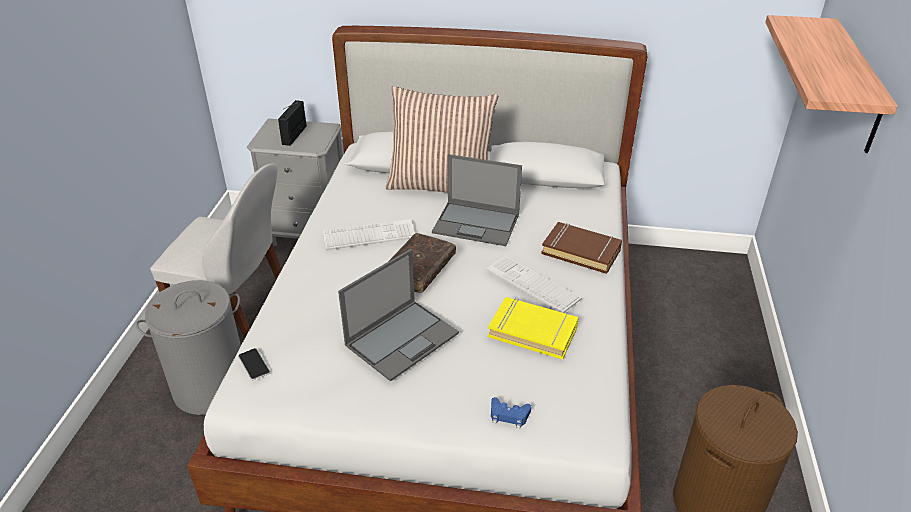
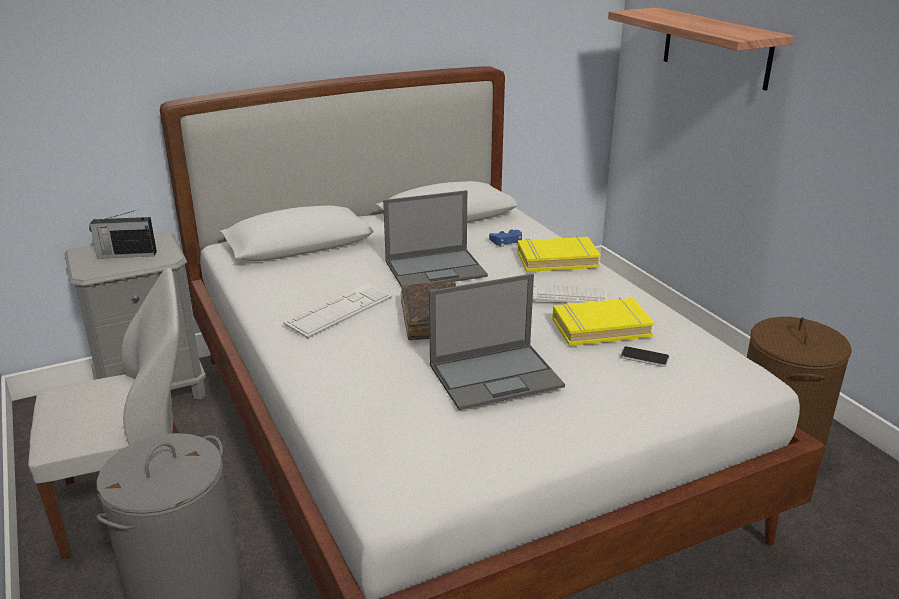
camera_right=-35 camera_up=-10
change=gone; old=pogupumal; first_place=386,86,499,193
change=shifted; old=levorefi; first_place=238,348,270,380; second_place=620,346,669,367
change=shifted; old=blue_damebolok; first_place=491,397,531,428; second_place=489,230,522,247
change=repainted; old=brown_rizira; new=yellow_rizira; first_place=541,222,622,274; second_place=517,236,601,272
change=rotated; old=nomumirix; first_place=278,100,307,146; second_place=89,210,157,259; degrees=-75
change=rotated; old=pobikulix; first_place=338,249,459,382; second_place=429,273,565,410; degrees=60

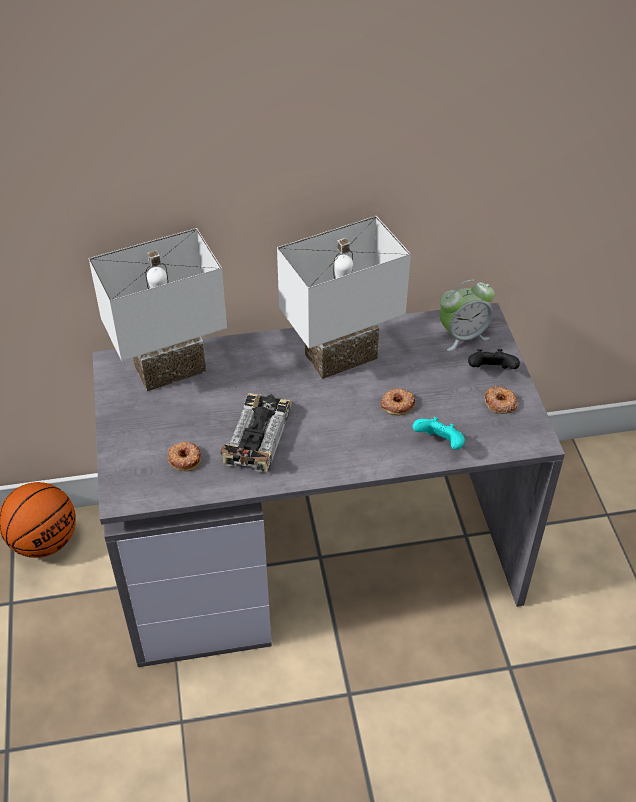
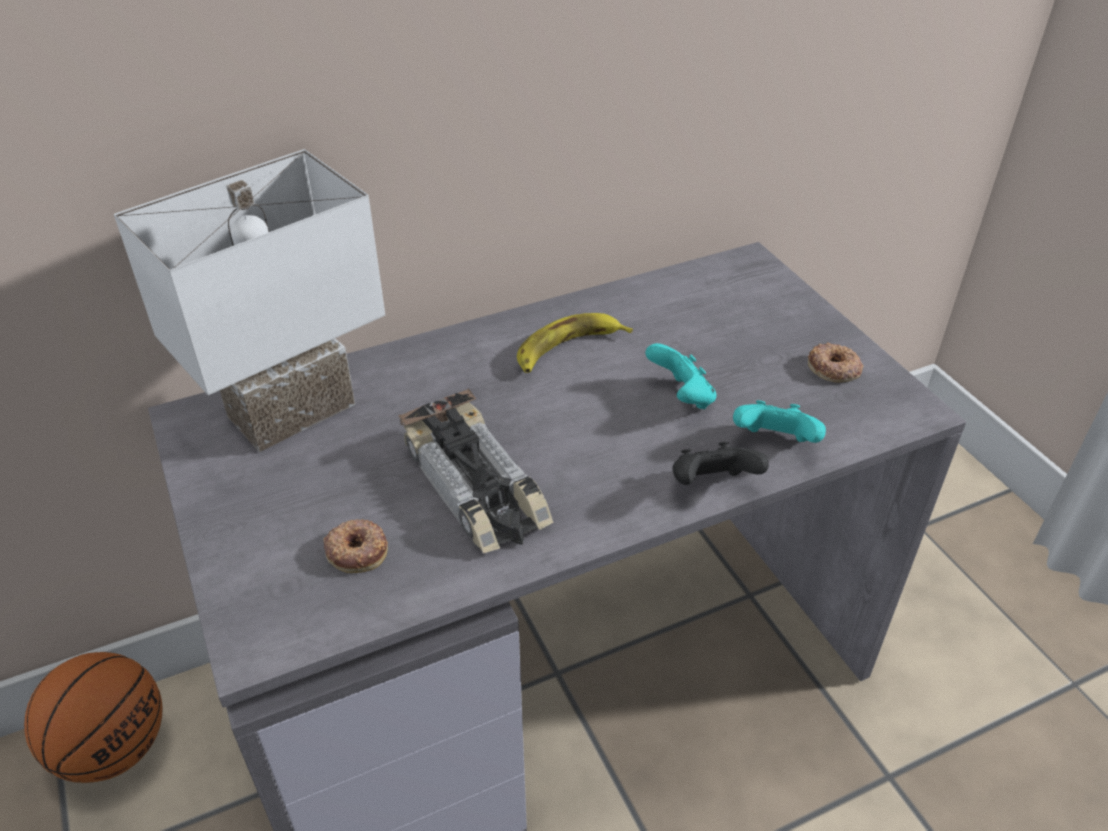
camera_right=-15 camera_up=-5
change=gone; old=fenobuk; first_place=439,279,495,351
change=shifted; old=black_damebolok; first_place=468,349,520,369; second_place=673,441,769,485
change=swapped; old=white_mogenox; new=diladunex; first_place=277,216,411,379; second_place=517,313,633,373
change=swapped; old=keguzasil; new=turquoise_damebolok; first_place=381,388,415,415; second_place=645,343,717,409
change=rotated; old=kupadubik; first_place=220,393,293,473; second_place=398,388,553,553; degrees=150

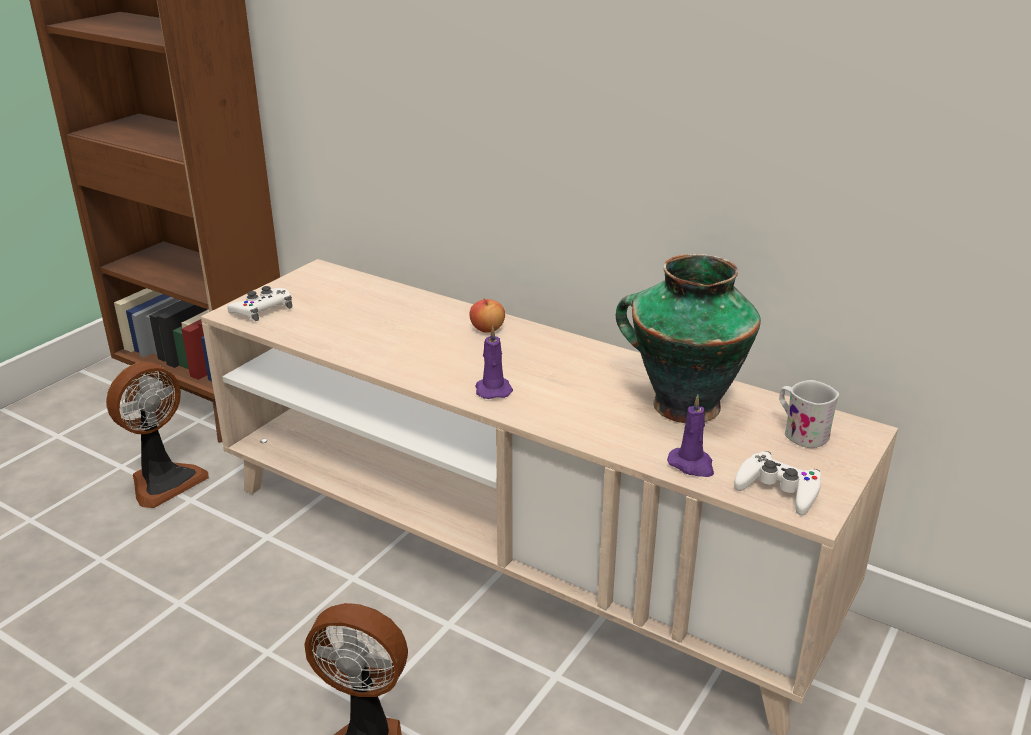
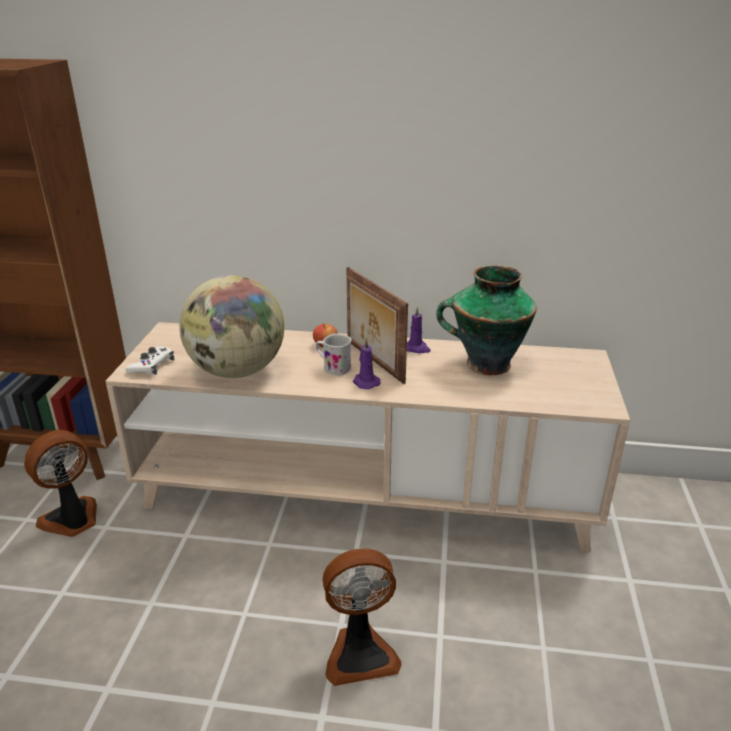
camera_right=-25 camera_up=0
change=gone; old=white_damebolok; first_place=734,451,821,516
change=new; new=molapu; second_place=179,275,284,378
change=new; new=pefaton; second_place=346,267,408,384
change=shifted; old=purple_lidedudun; first_place=667,394,714,477; second_place=407,306,431,353
change=shifted; old=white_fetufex; first_place=779,380,839,448; second_place=316,334,352,375
change=rotated; old=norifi; first_place=106,362,209,508; second_place=24,430,97,537; degrees=-150

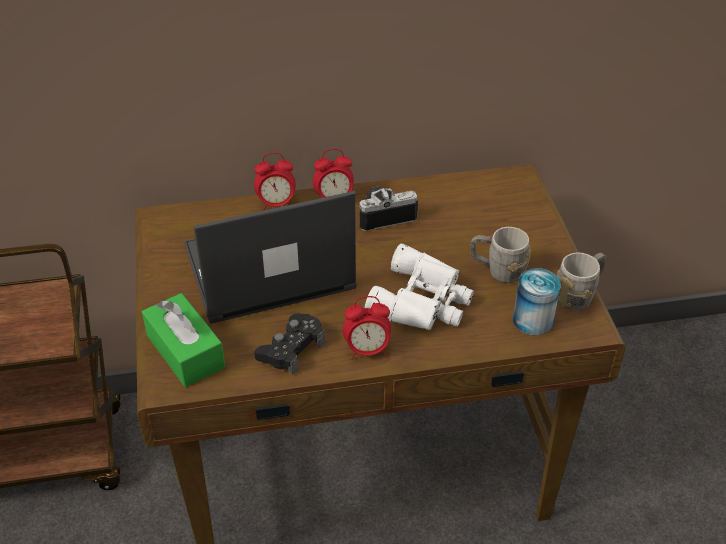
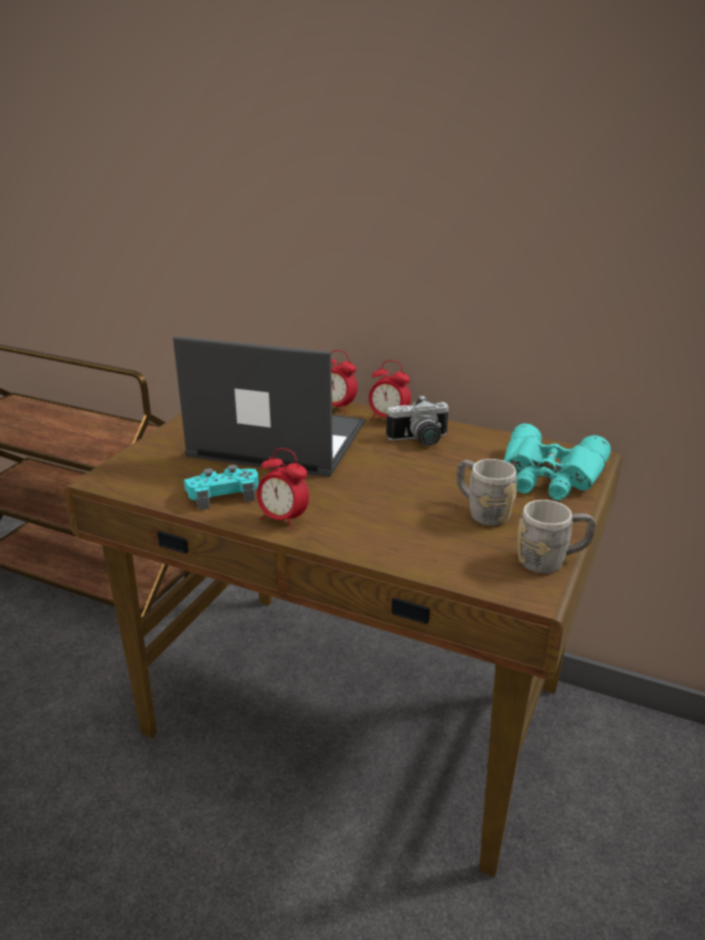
camera_right=35 camera_up=-15
change=gone; old=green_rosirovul; first_place=142,293,225,387
change=gone; old=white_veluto; first_place=365,244,474,330
change=gone; old=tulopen; first_place=513,268,561,335
change=new; new=turquoise_veluto; second_place=504,424,611,500
change=repainted; old=black_damebolok; new=turquoise_damebolok; first_place=254,313,325,375; second_place=184,465,259,510
change=rotated; old=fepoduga; first_place=359,187,418,231; second_place=386,395,449,446; degrees=150

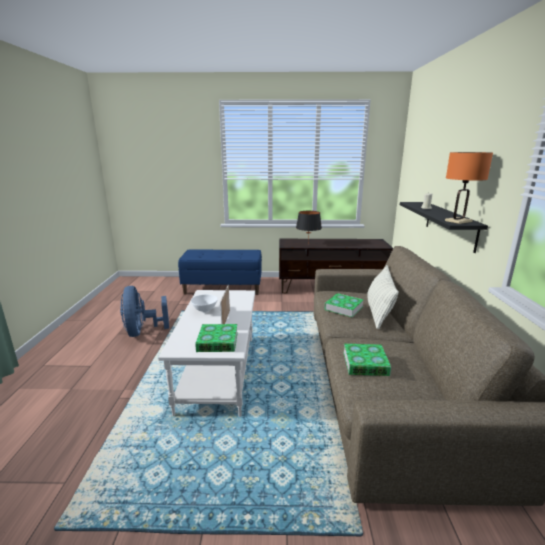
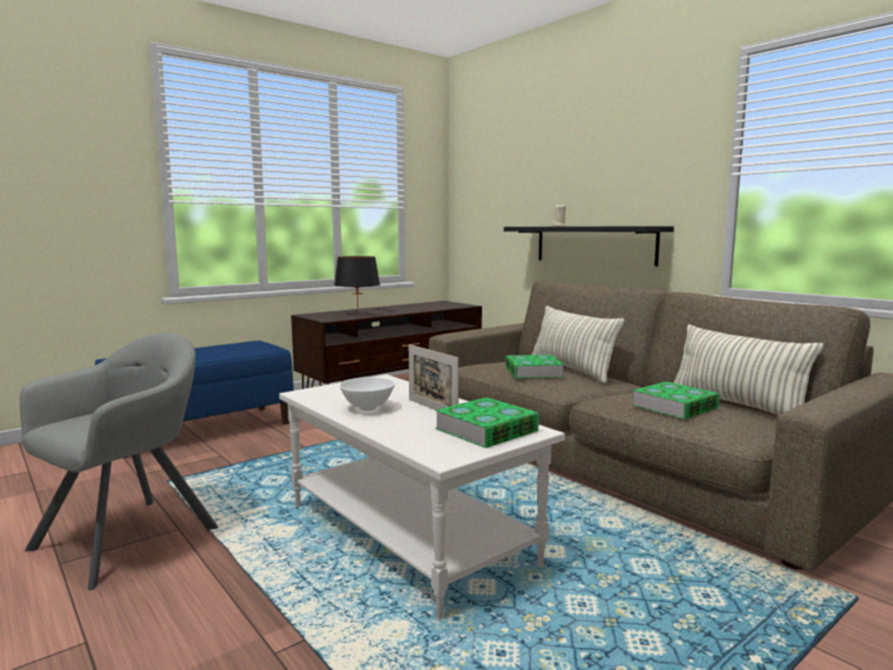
camera_right=-40 camera_up=-10
change=gone; old=orange_mogenox; first_place=445,152,493,224
change=new; new=pogupumal; second_place=674,325,823,416
change=swapped; old=blue_norifi; new=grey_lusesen; first_place=120,286,169,337; second_place=20,333,218,590

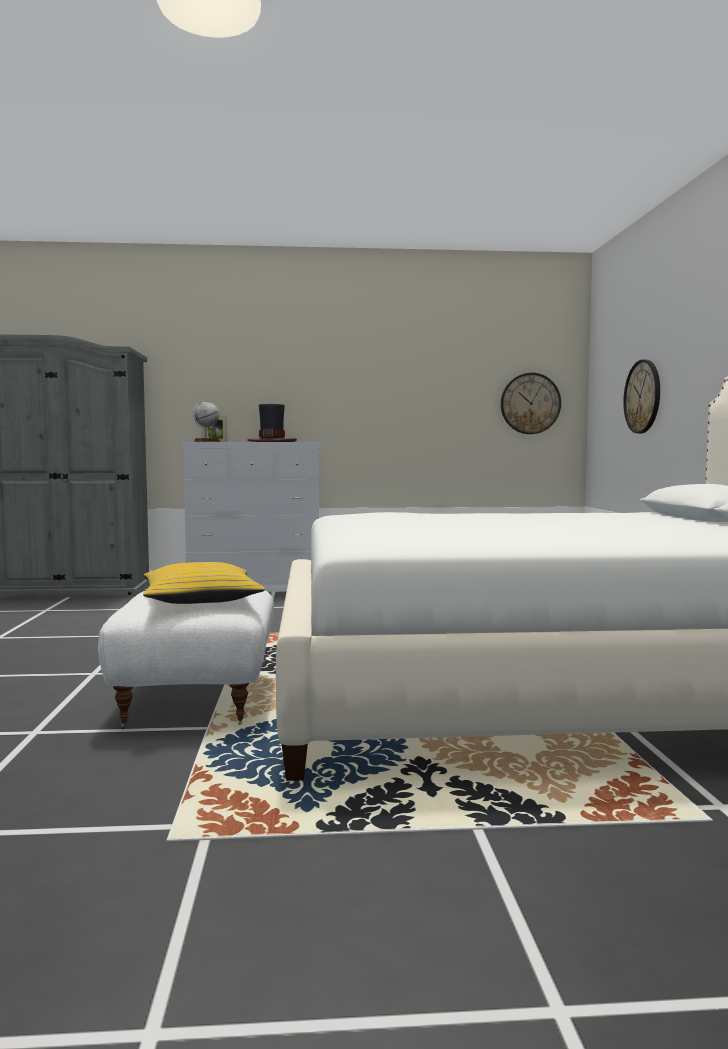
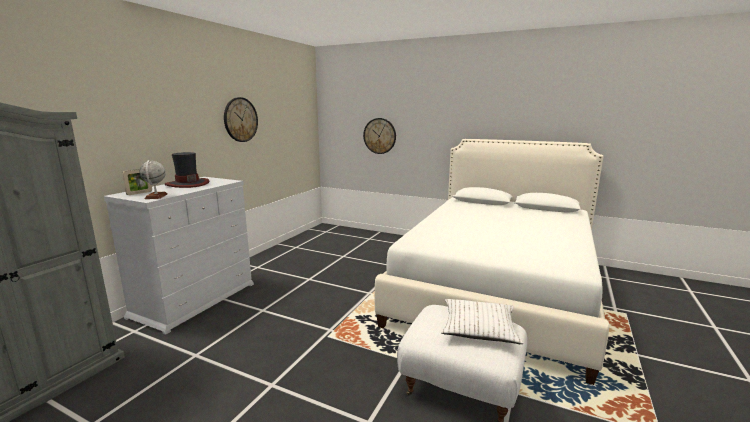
camera_right=-60 camera_up=10
change=shifted; old=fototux; first_place=501,373,561,434; second_place=224,97,258,142
change=repainted; old=yellow_pogupumal; new=white_pogupumal; first_place=143,562,265,604; second_place=441,299,523,344

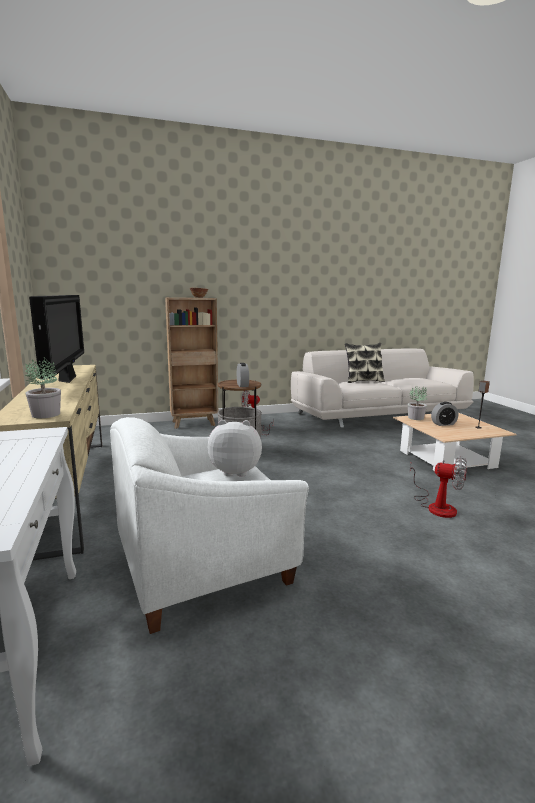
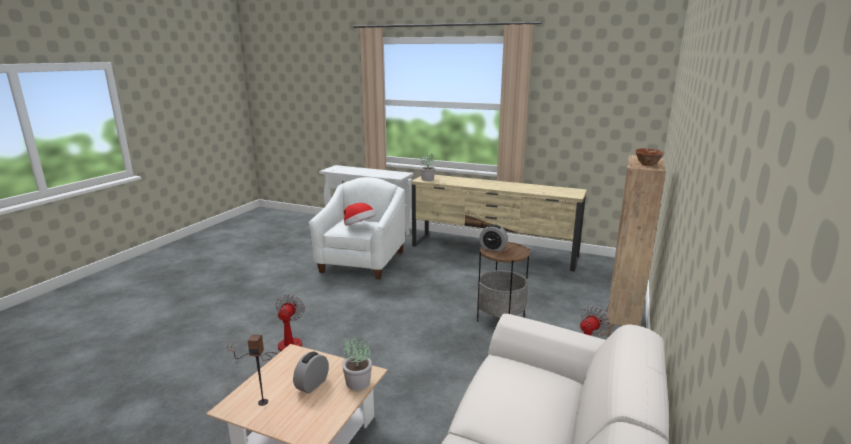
camera_right=130 camera_up=5
change=gone; old=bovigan; first_place=29,295,84,383
change=gone; old=pogupumal; first_place=345,343,385,383
change=swapped; old=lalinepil; new=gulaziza; first_place=208,420,262,477; second_place=344,203,376,226
change=rotated; old=norifi; first_place=409,456,467,518; second_place=227,294,305,361; degrees=120

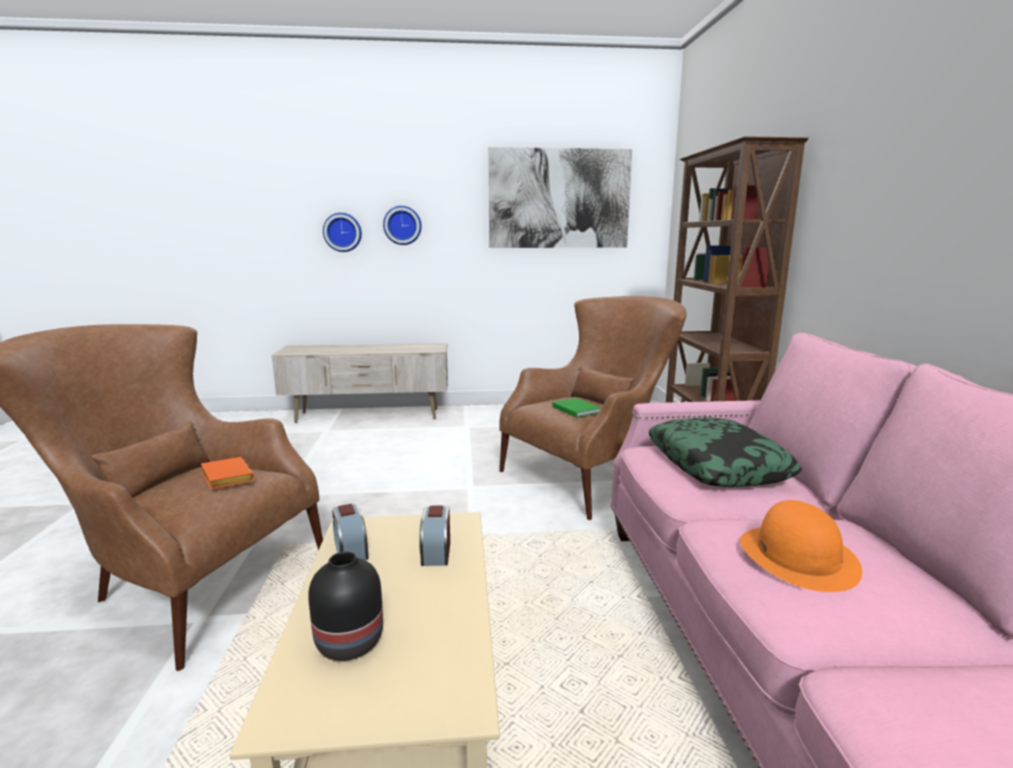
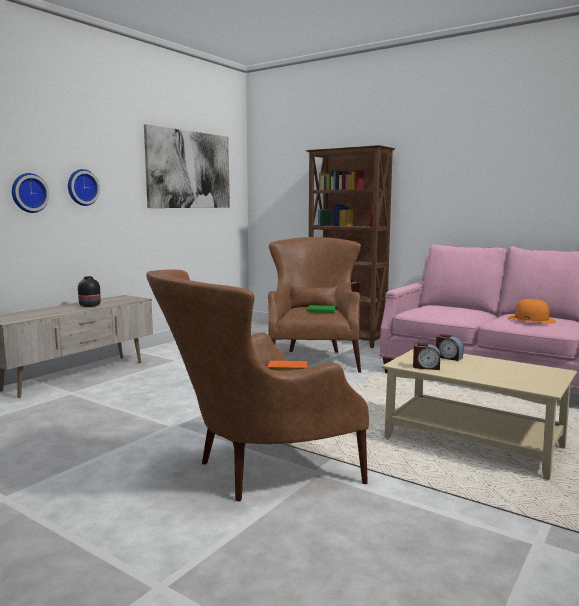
camera_right=-50 camera_up=-5
change=gone; old=pogupumal; first_place=648,417,802,487
change=shifted; old=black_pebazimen; first_place=308,552,383,661; second_place=78,276,101,307

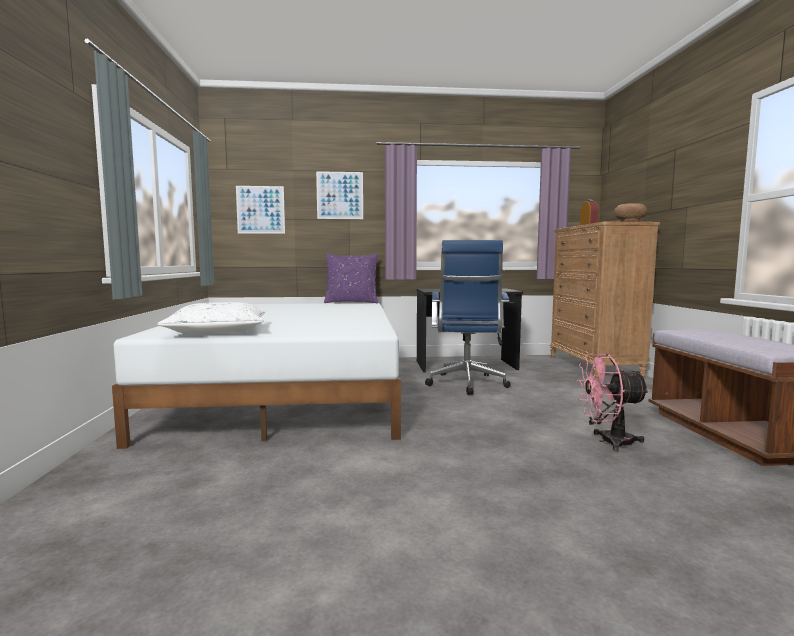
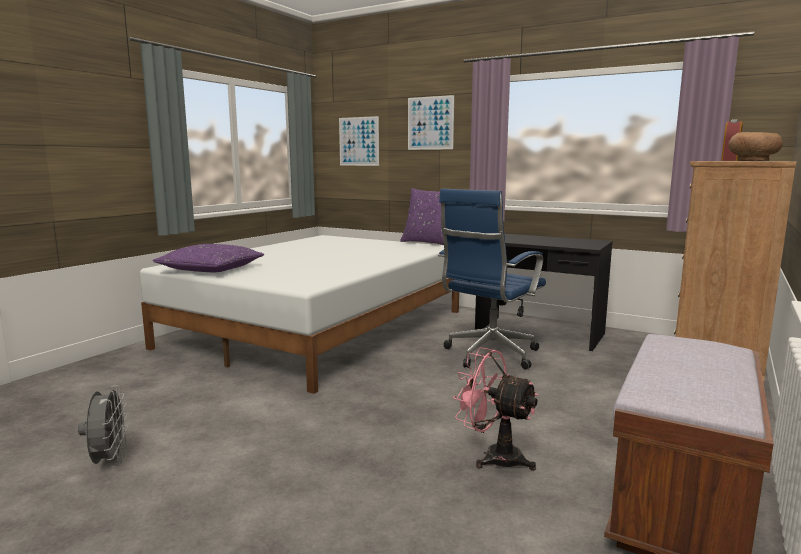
camera_right=35 camera_up=5
change=new; new=grey_norifi; second_place=78,385,128,467
change=repainted; old=white_pogupumal; new=purple_pogupumal; first_place=157,302,265,334; second_place=153,244,264,272

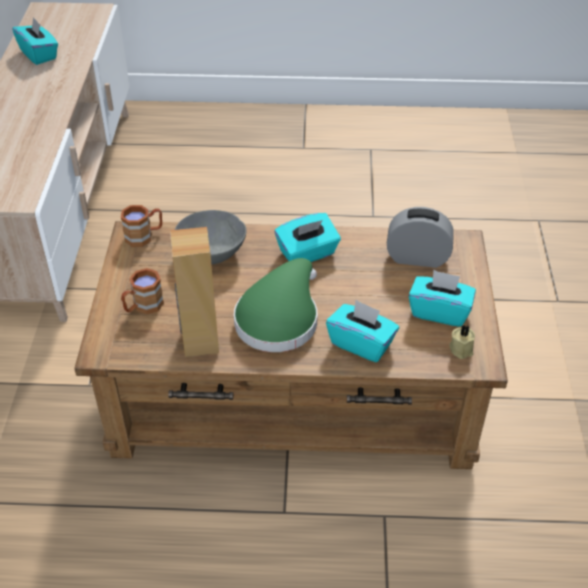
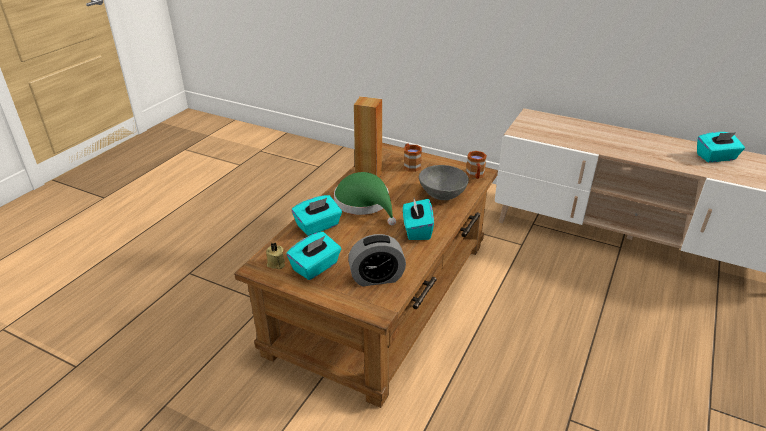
camera_right=115 camera_up=-10
change=rotated; old=fenobuk; first_place=387,207,454,268; second_place=348,234,406,286; degrees=45

